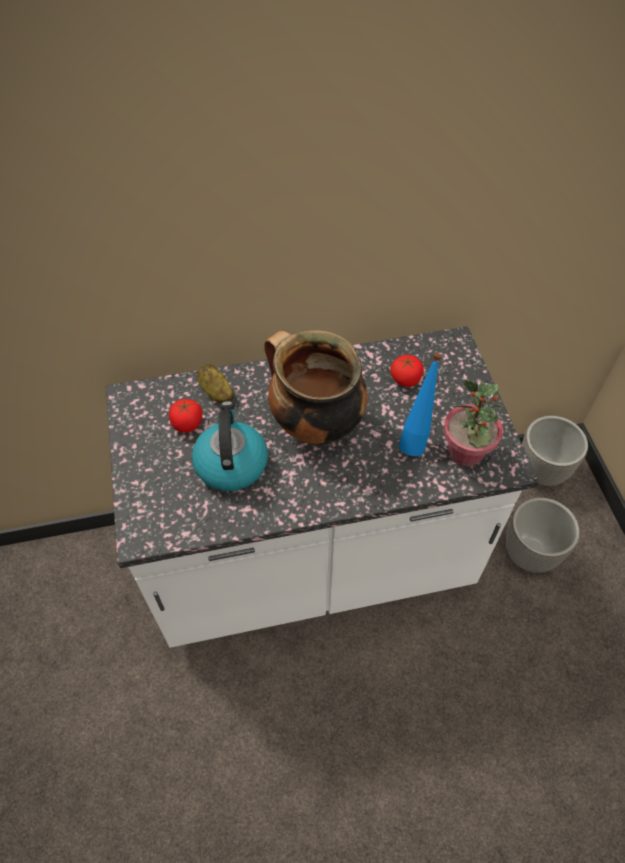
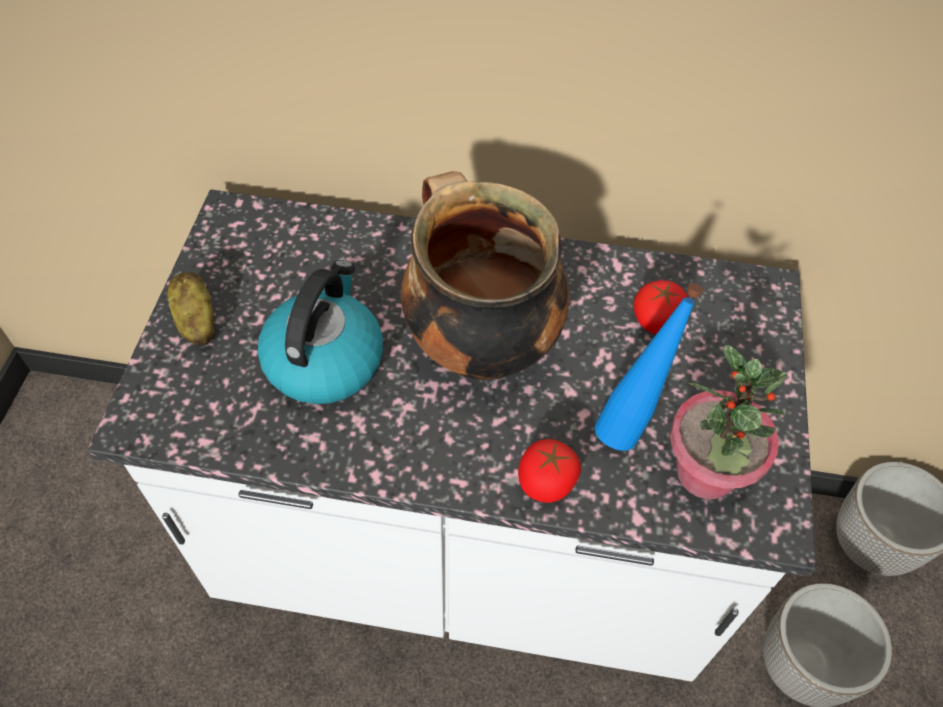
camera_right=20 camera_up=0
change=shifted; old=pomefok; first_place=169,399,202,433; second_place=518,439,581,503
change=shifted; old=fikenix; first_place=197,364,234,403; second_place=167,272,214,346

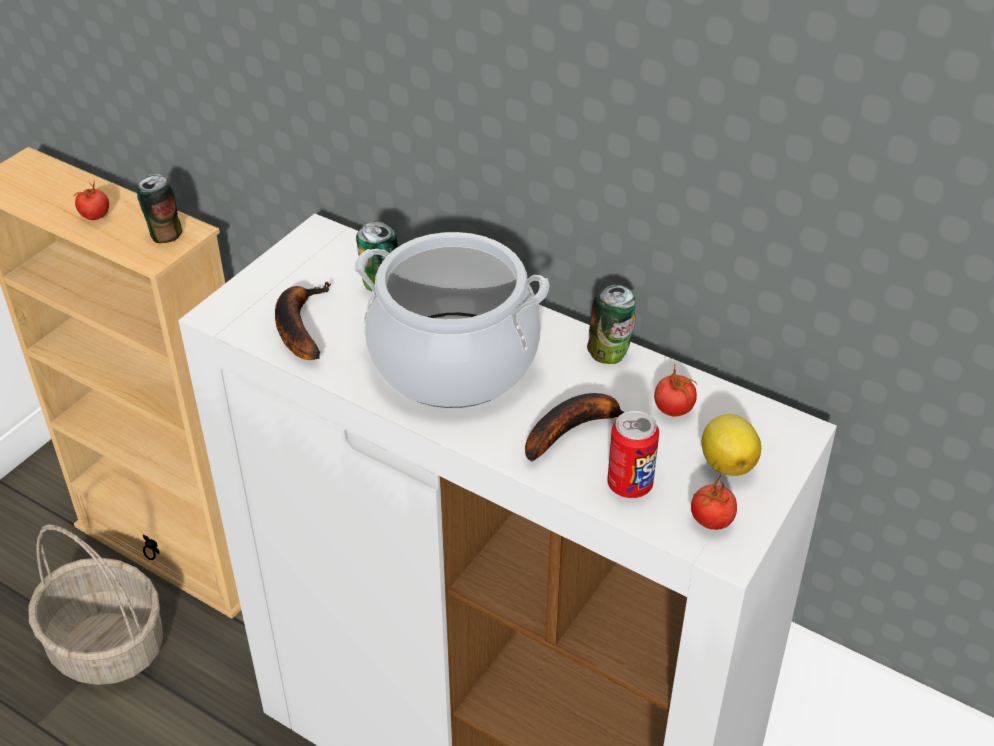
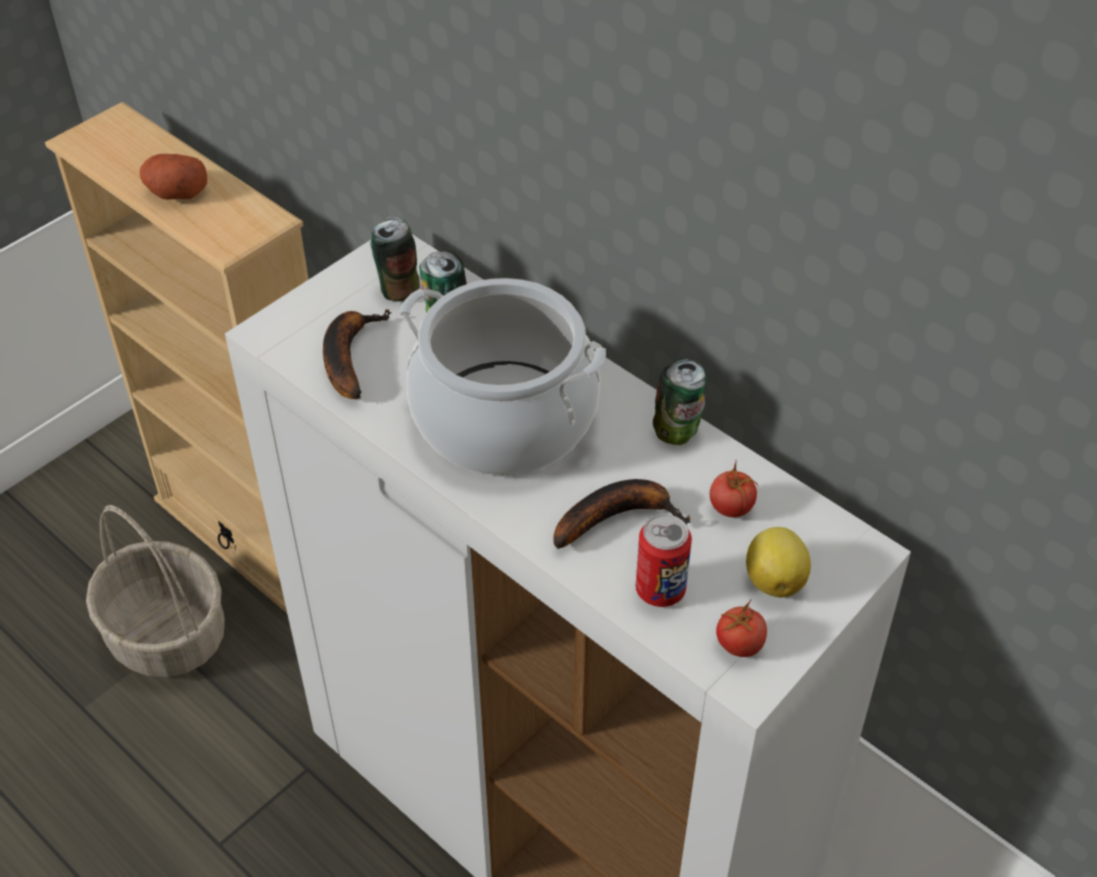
camera_right=10 camera_up=5
change=shifted; old=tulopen; first_place=137,174,182,243; second_place=370,217,420,301
change=swapped; old=pomefok; new=fikenix; first_place=74,180,109,220; second_place=139,154,207,200

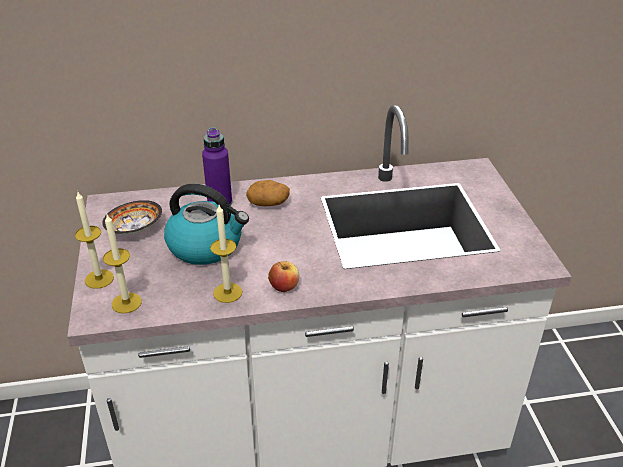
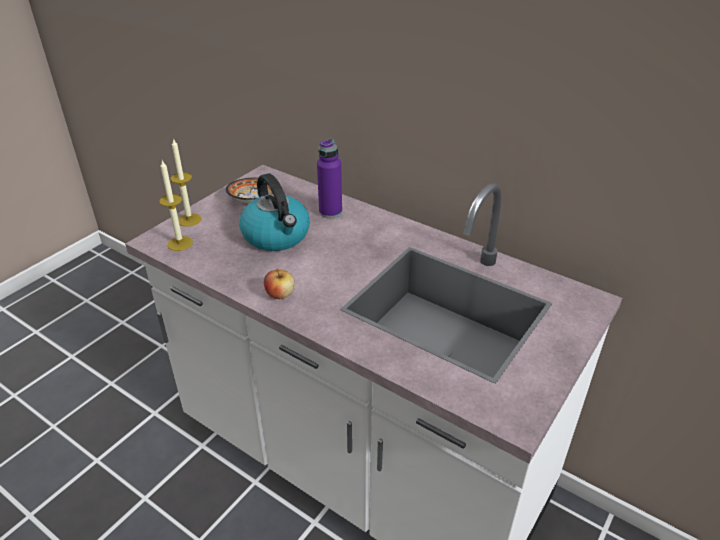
camera_right=45 camera_up=0
change=gone; old=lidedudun; first_place=210,205,242,303
change=gone; old=fikenix; first_place=246,180,290,206

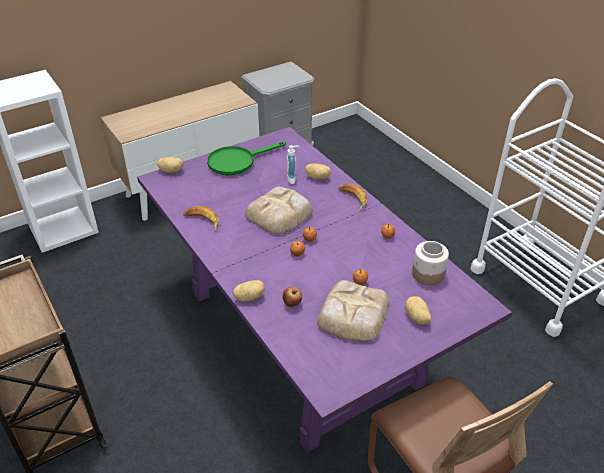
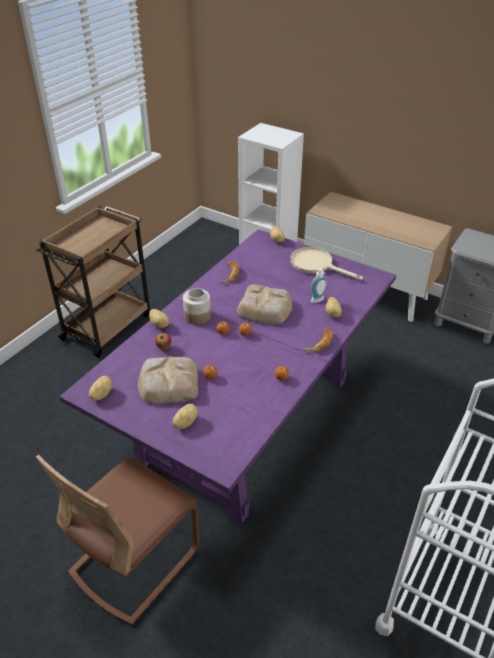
camera_right=65 camera_up=0
change=new; new=fikenix; second_place=89,376,113,400
change=shifted; old=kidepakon; first_place=412,241,449,285; second_place=183,288,211,324
change=repainted; old=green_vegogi; new=beige_vegogi; first_place=207,142,286,175; second_place=290,247,363,280

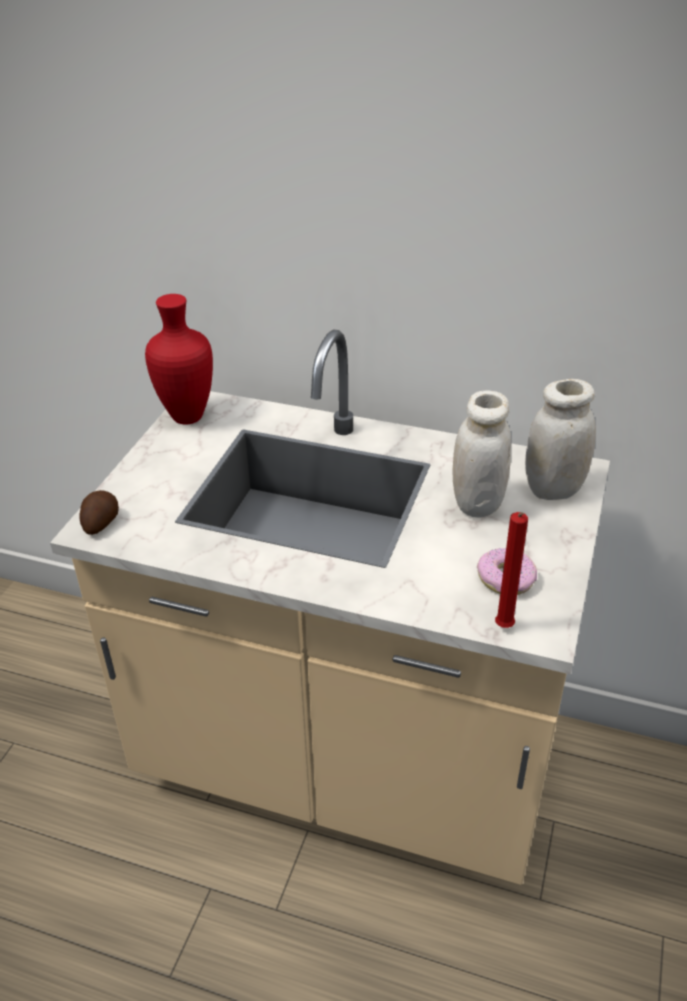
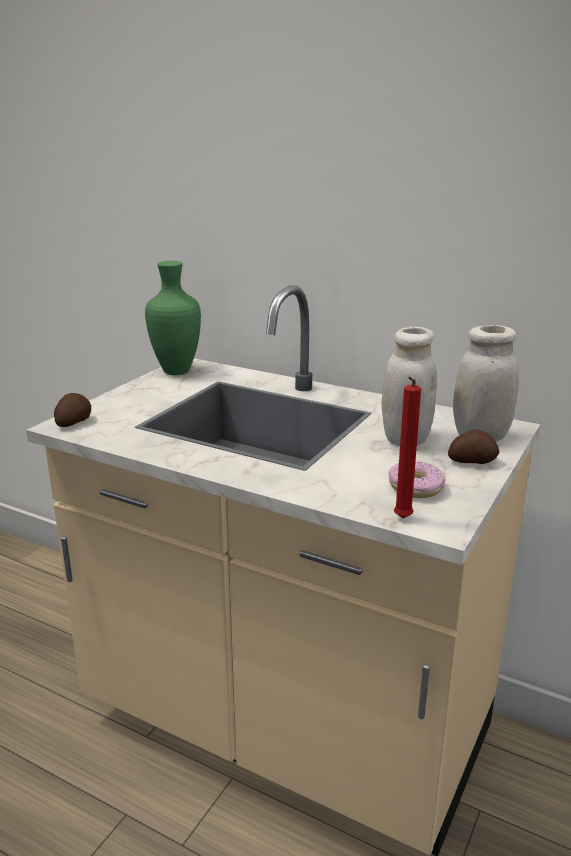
camera_right=10 camera_up=-15
change=new; new=fikenix; second_place=448,429,499,464
change=repainted; old=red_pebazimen; new=green_pebazimen; first_place=145,294,213,425; second_place=145,261,201,375

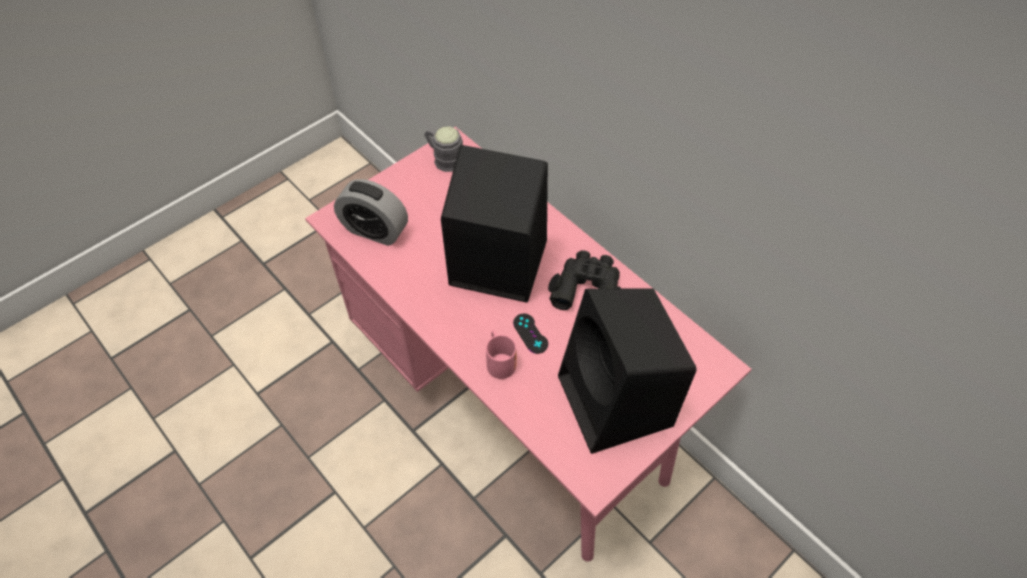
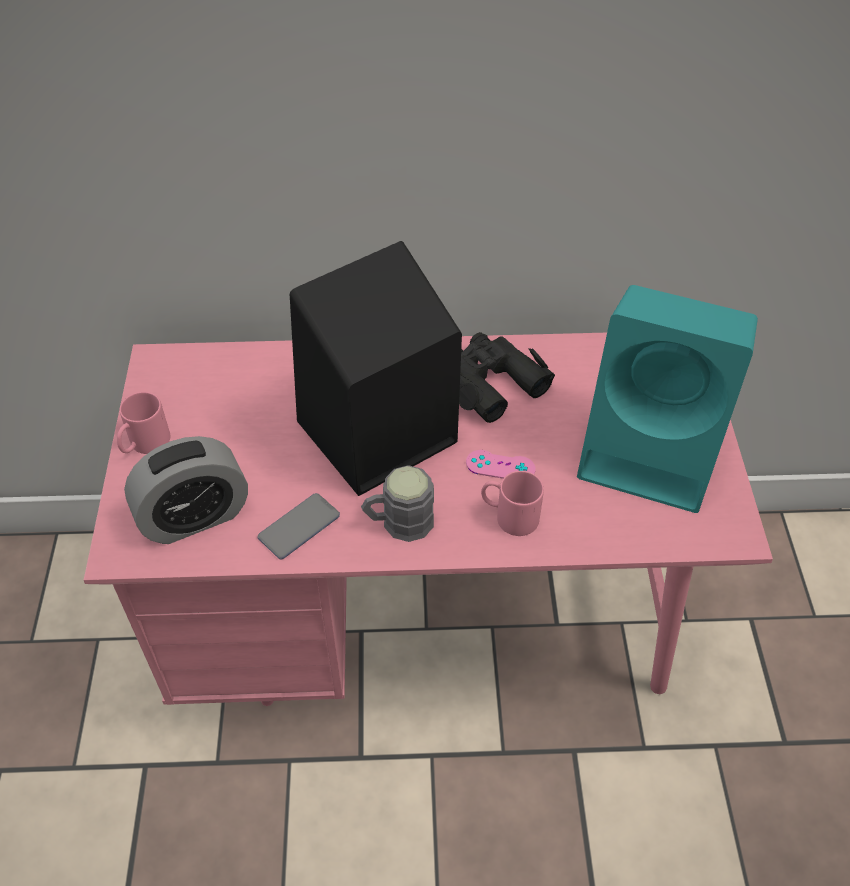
camera_right=-50 camera_up=-5
change=new; new=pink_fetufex; second_place=117,392,170,454
change=new; new=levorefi; second_place=257,493,340,559
change=shifted; old=grey_fetufex; first_place=424,127,463,172; second_place=361,465,434,542
change=repainted; old=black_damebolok; new=pink_damebolok; first_place=513,314,548,354; second_place=466,450,536,479
change=repainted; old=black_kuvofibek; new=turquoise_kuvofibek; first_place=558,288,697,454; second_place=577,285,758,513

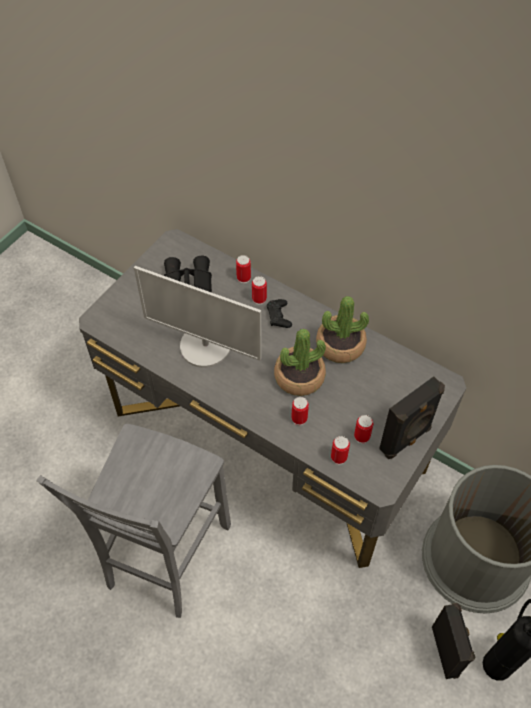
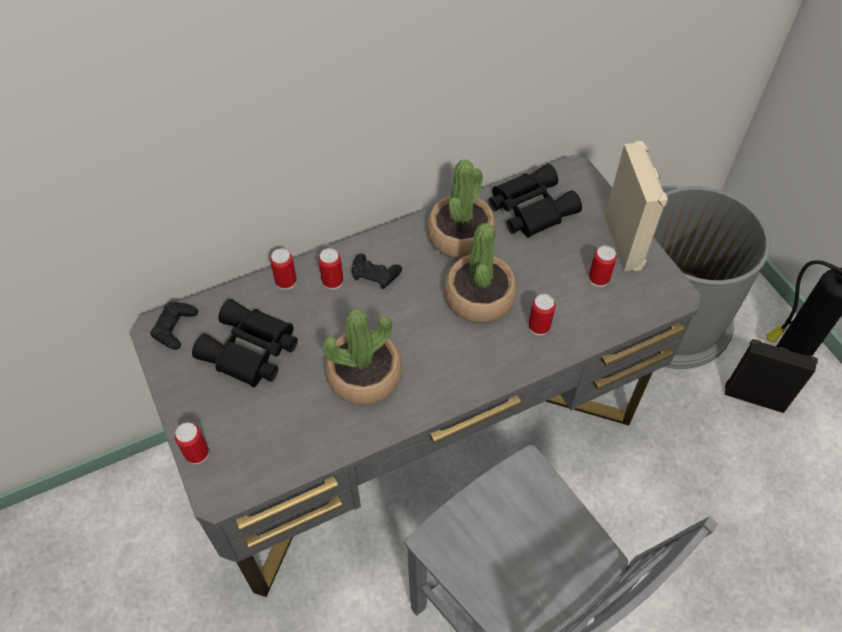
camera_right=-60 camera_up=0
change=new; new=black_damebolok; second_place=150,301,198,350
change=new; new=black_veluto; second_place=489,164,582,238
change=shifted; old=tulopen; first_place=331,436,350,465; second_place=175,423,209,464
change=swapped; old=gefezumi; new=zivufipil; first_place=134,266,262,368; second_place=322,309,402,405
change=repainted; old=black_kuvofibek; new=beige_kuvofibek; first_place=379,376,445,459; second_place=605,141,668,271

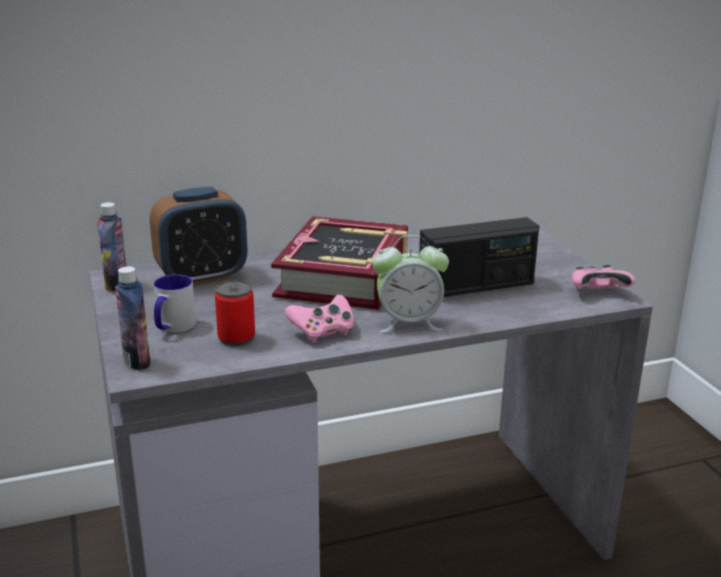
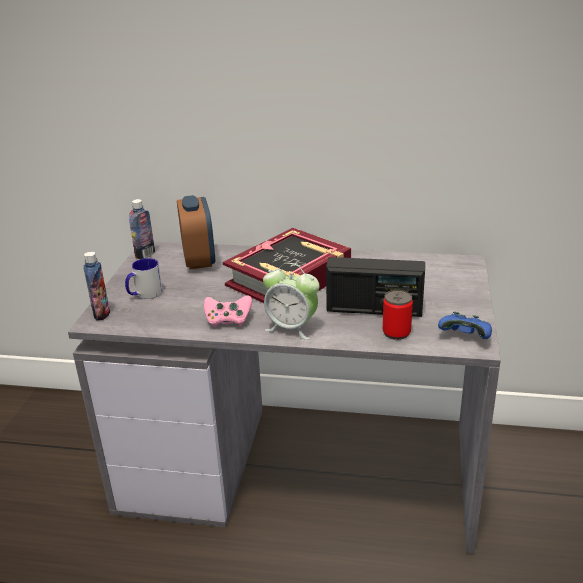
camera_right=30 camera_up=5
change=shifted; old=tulopen; first_place=215,280,255,346; second_place=383,290,413,340
change=repainted; old=pink_damebolok; new=blue_damebolok; first_place=572,265,635,289; second_place=438,312,492,339
change=rotated; old=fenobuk; first_place=150,187,247,286; second_place=177,195,215,269; degrees=-105

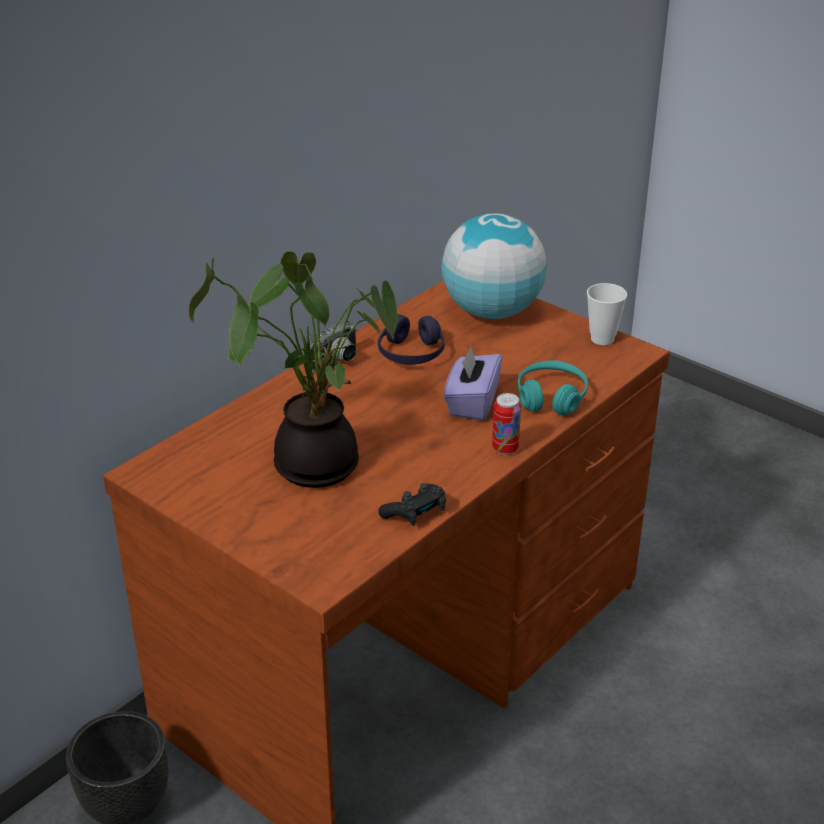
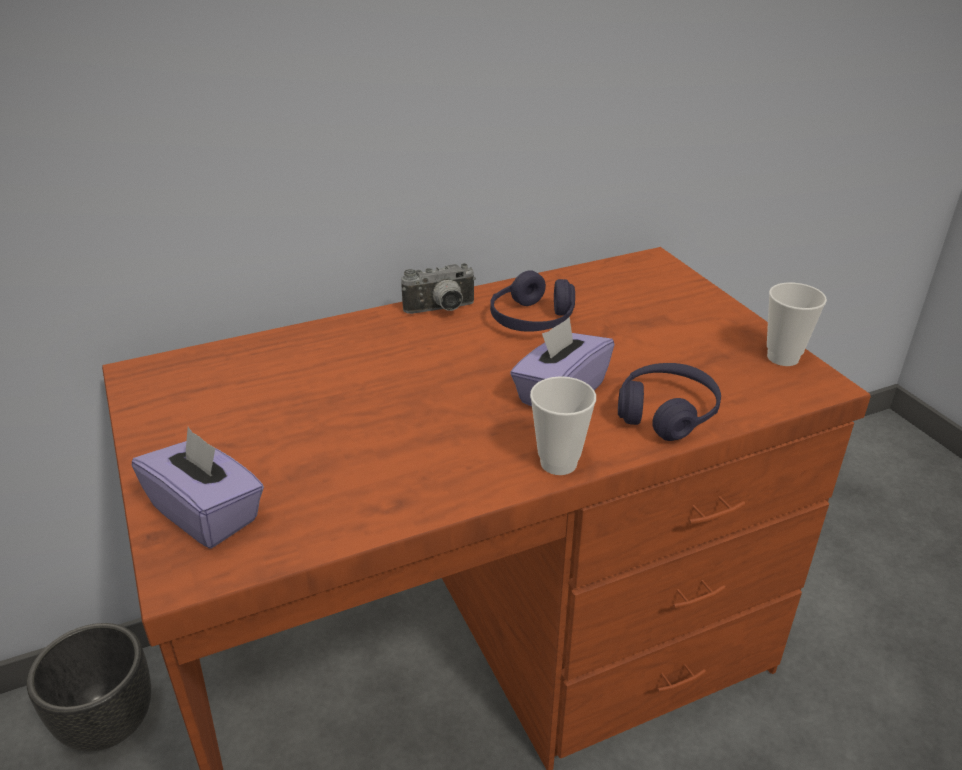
camera_right=25 camera_up=0
change=gone; old=zivufipil; first_place=189,251,398,488
change=gone; old=black_damebolok; first_place=378,483,446,526
change=gone; old=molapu; first_place=442,213,547,319
change=new; new=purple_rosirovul; second_place=132,427,264,548
change=swapped; old=tulopen; new=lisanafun; first_place=492,393,521,455; second_place=530,376,596,475
change=repainted; old=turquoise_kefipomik; new=purple_kefipomik; first_place=518,360,588,416; second_place=618,363,721,441

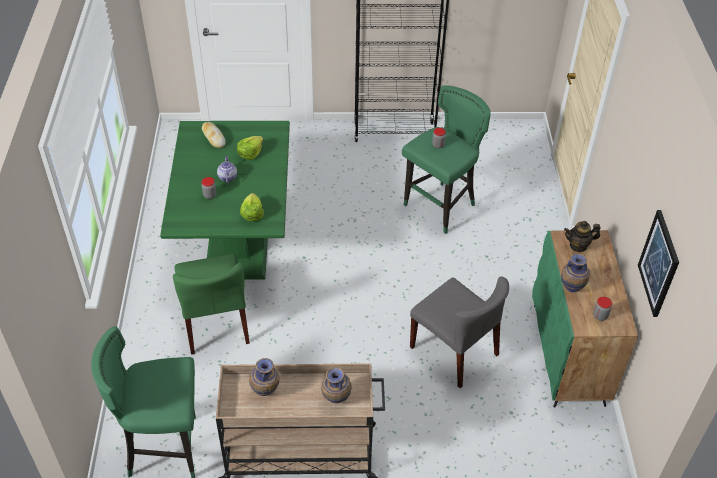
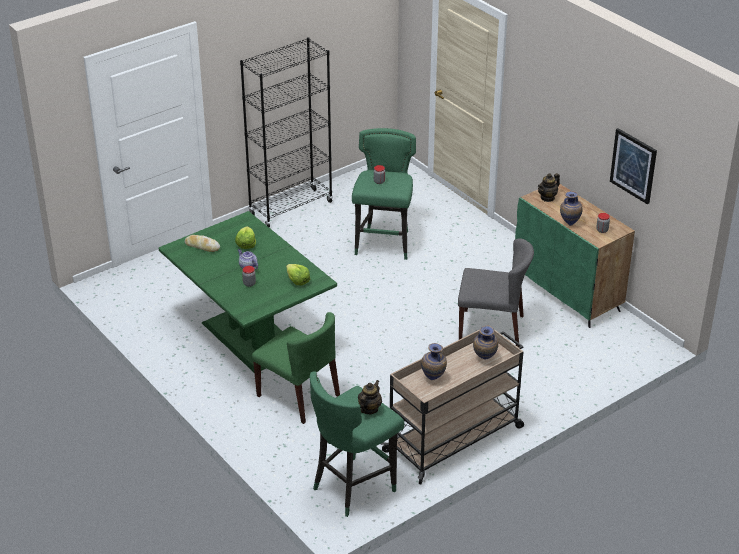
camera_right=-35 camera_up=-10
change=new; new=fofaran; second_place=358,380,382,414

